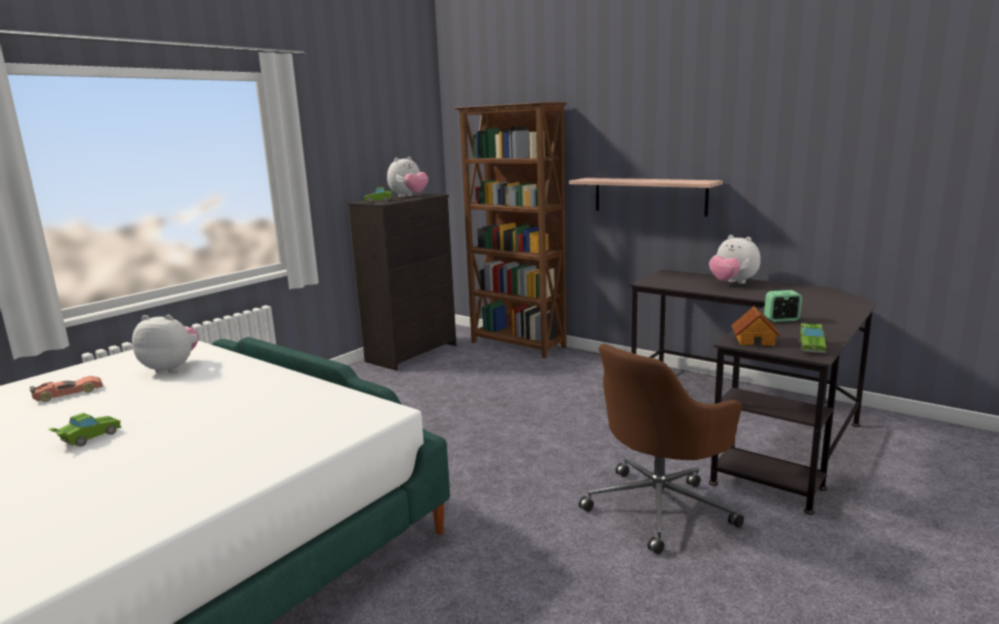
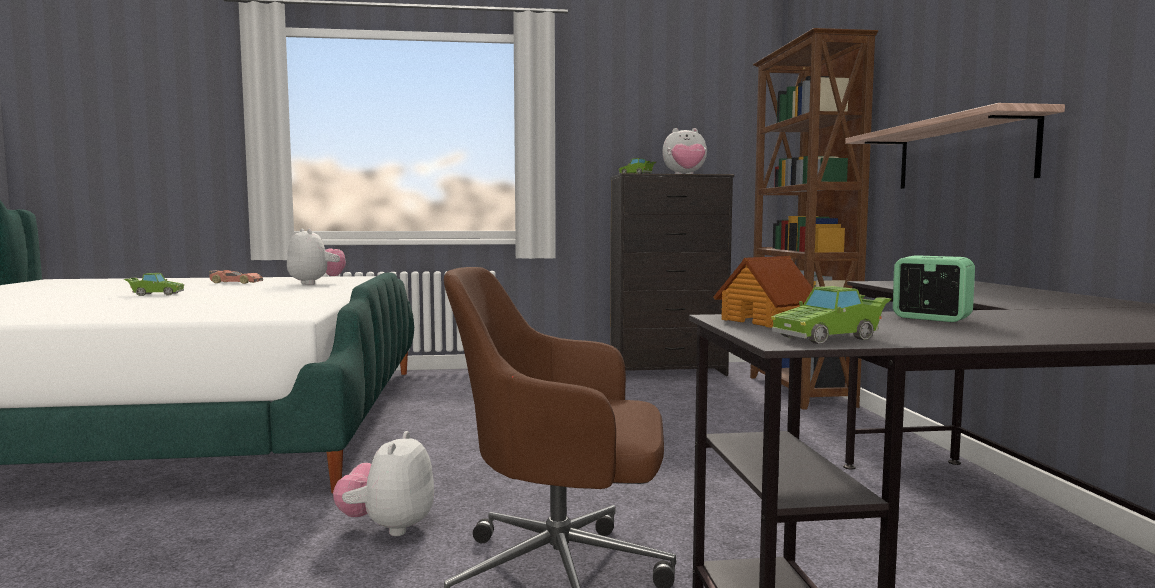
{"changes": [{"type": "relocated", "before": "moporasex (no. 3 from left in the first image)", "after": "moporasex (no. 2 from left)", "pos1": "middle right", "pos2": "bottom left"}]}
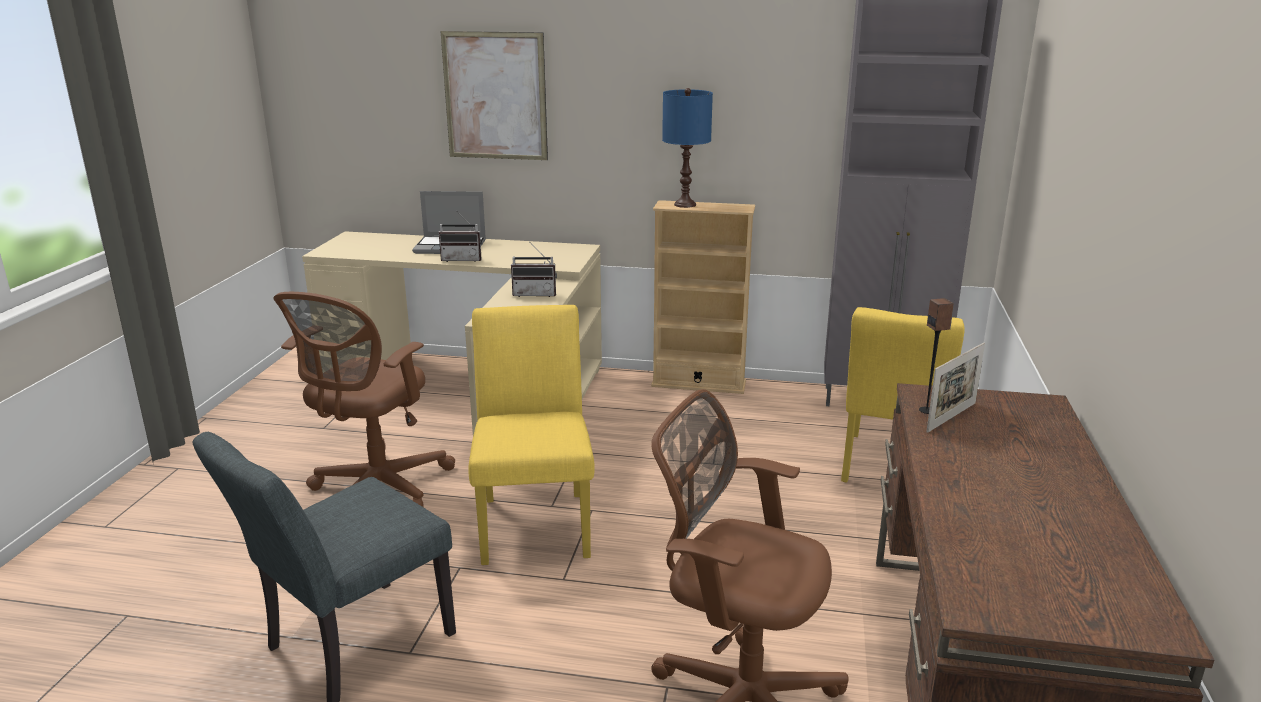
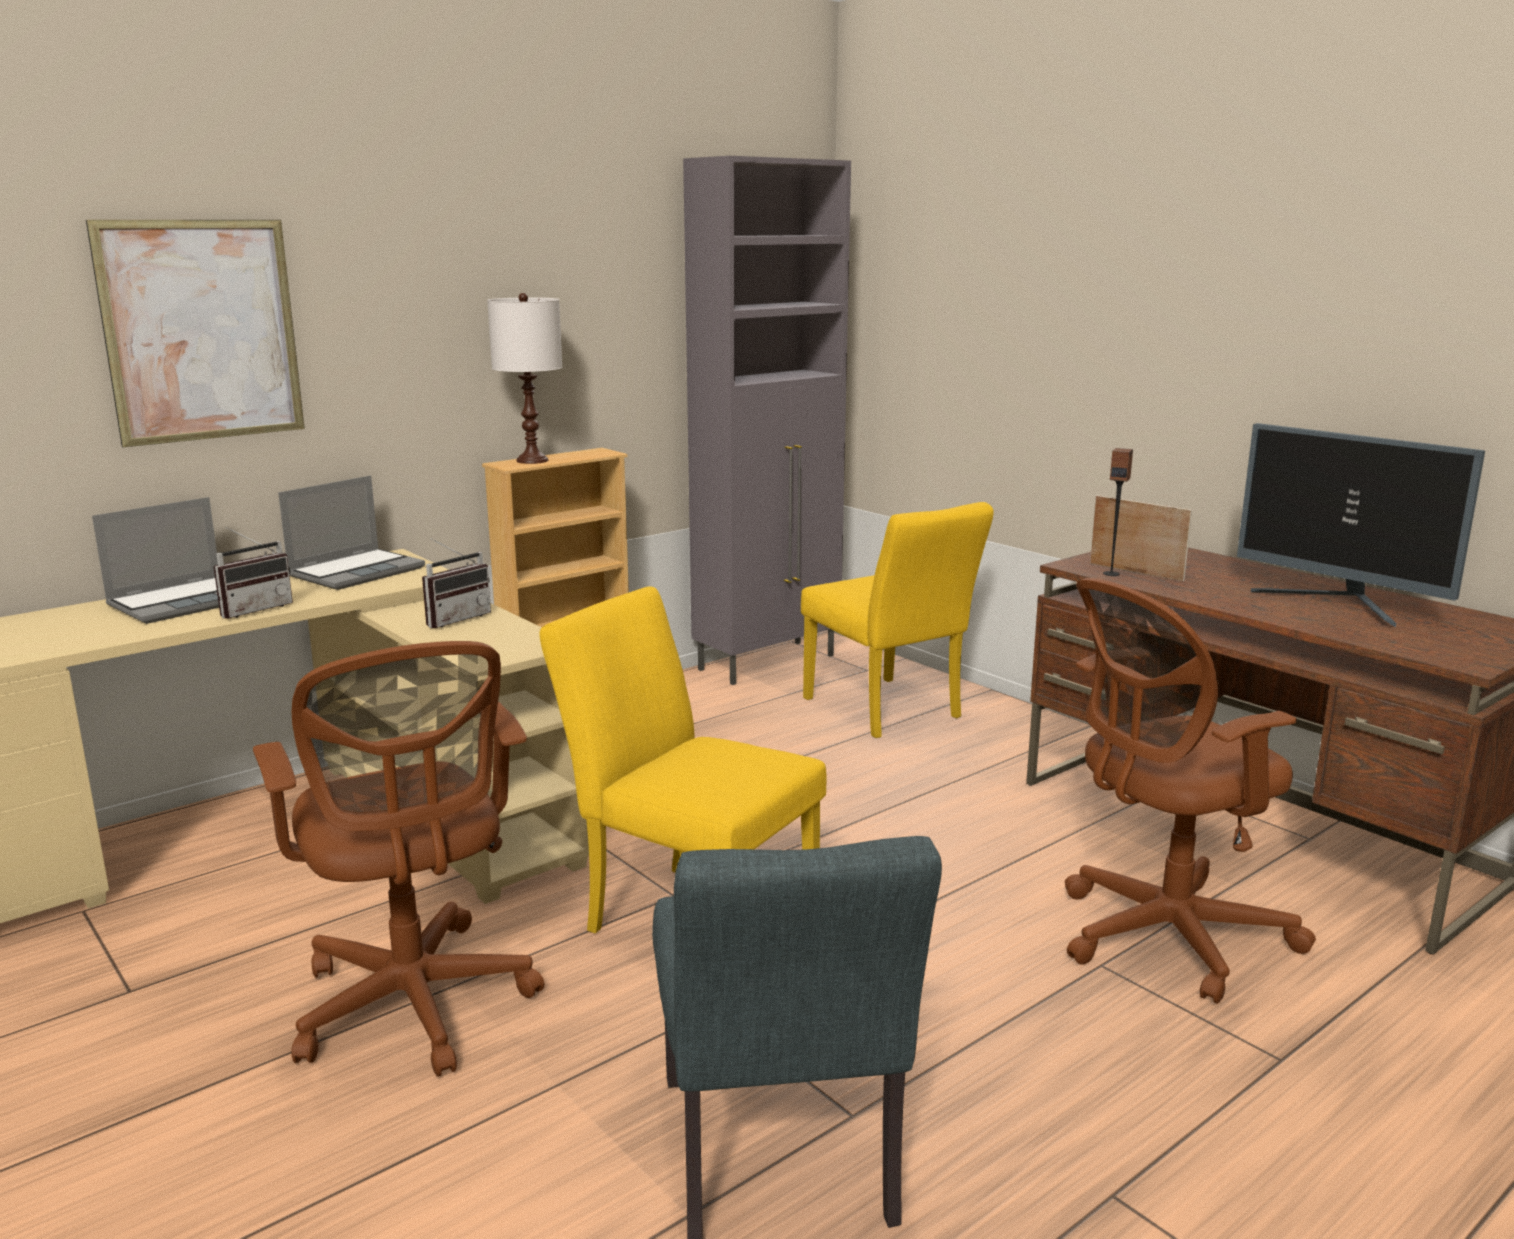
{"changes": [{"type": "colour", "before": "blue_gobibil", "after": "white_gobibil", "pos1": "top centre", "pos2": "top centre"}, {"type": "spun", "before": "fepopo", "pos1": "middle right", "pos2": "middle right", "turn": -45}, {"type": "appeared", "after": "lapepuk (no. 2 from left)", "pos2": "middle left"}, {"type": "appeared", "after": "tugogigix", "pos2": "middle right"}]}
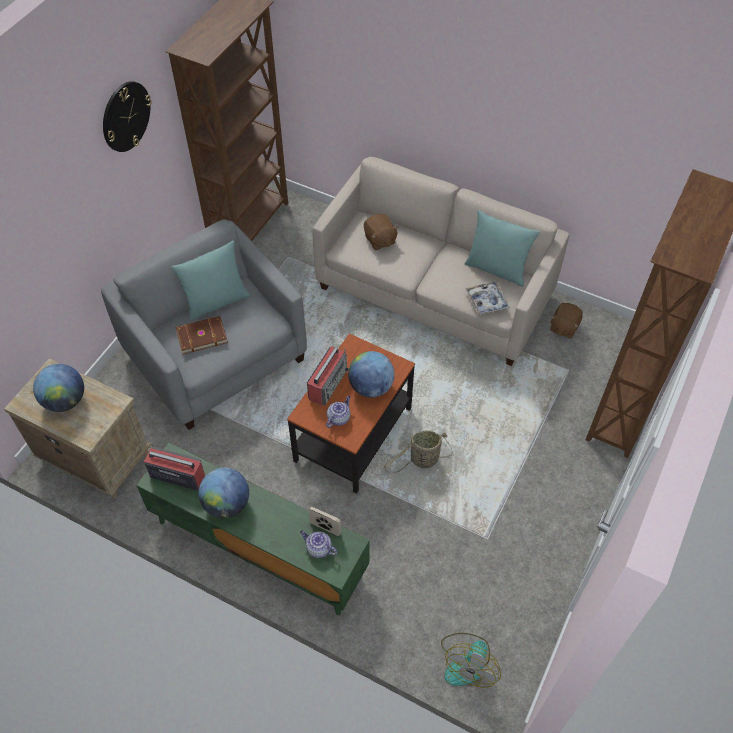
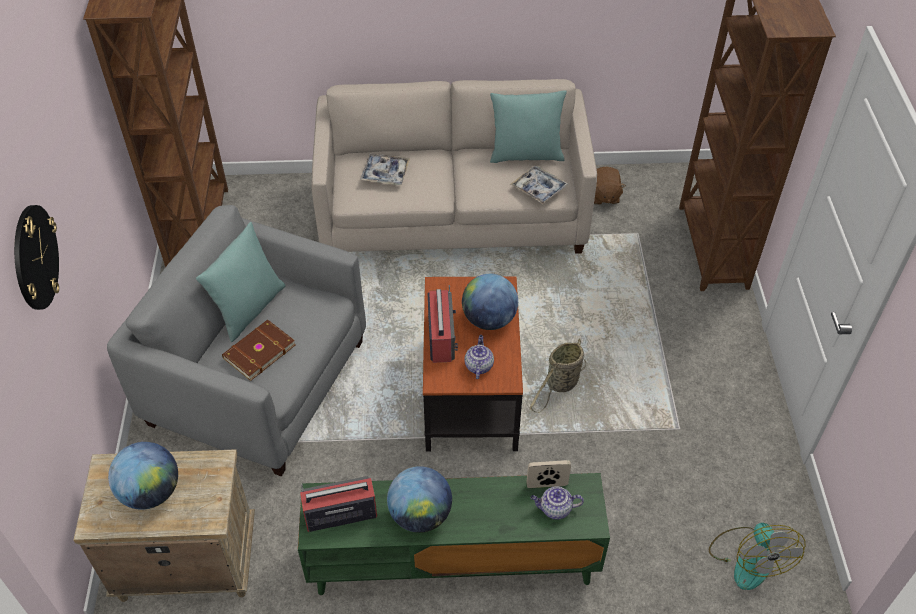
{"changes": [{"type": "relocated", "before": "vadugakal", "pos1": "top left", "pos2": "middle left"}, {"type": "exchanged", "before": "brown_moporasex (no. 1 from left)", "after": "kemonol (no. 1 from left)", "pos1": "top centre", "pos2": "top centre"}]}
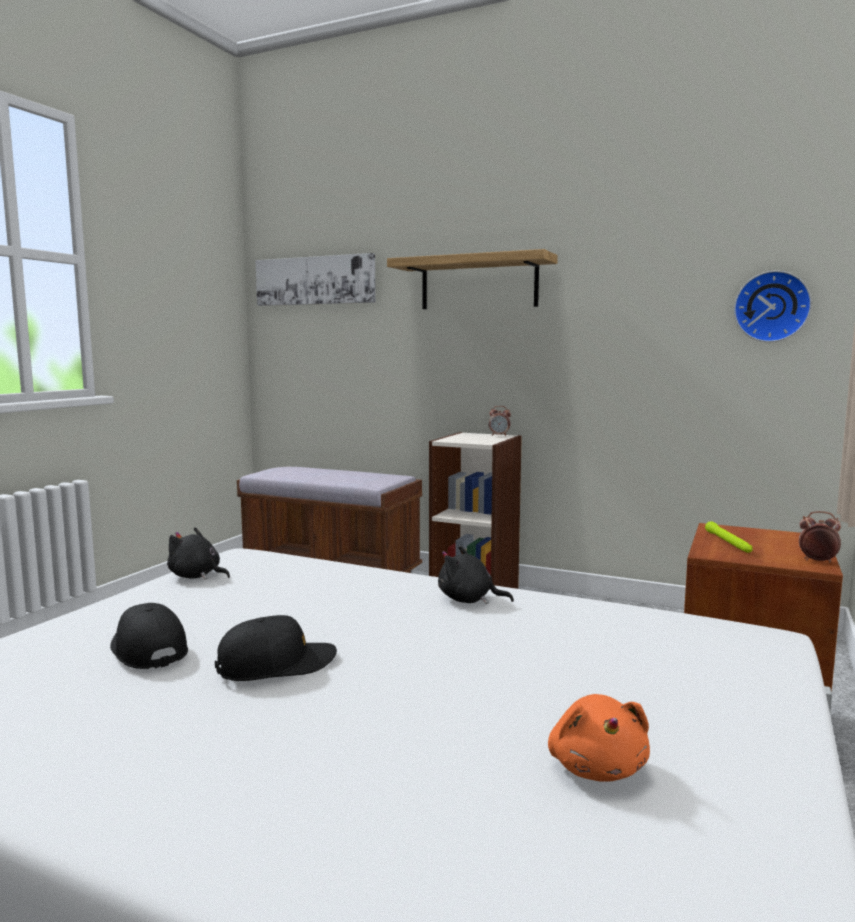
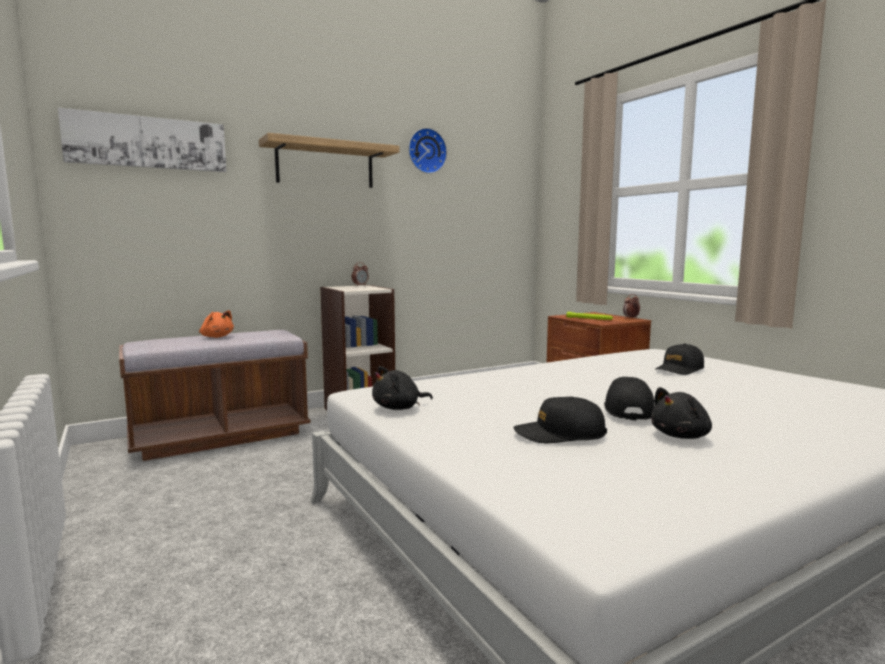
{"changes": [{"type": "relocated", "before": "black_moporasex (no. 2 from left)", "pos1": "centre", "pos2": "middle right"}, {"type": "relocated", "before": "orange_moporasex", "pos1": "bottom right", "pos2": "middle left"}, {"type": "relocated", "before": "vadugakal", "pos1": "top right", "pos2": "top centre"}, {"type": "appeared", "after": "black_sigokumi (no. 3 from left)", "pos2": "middle right"}]}
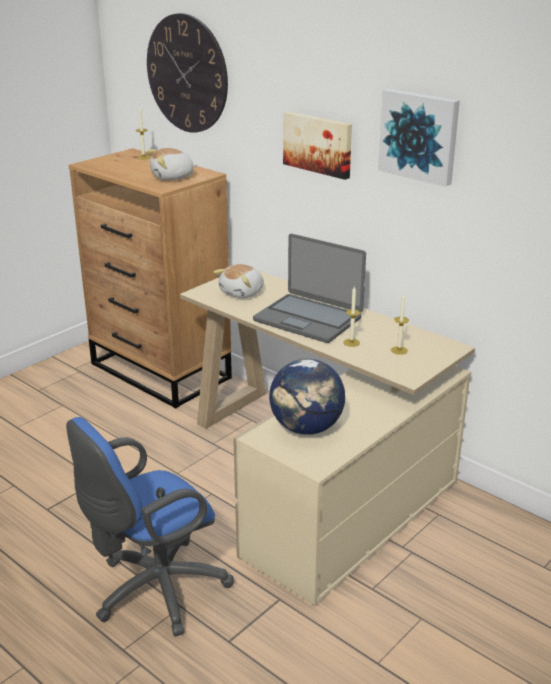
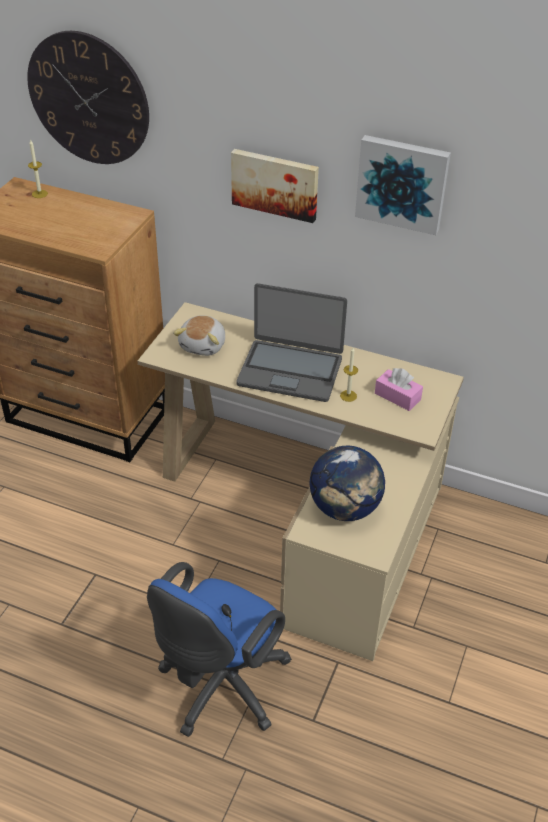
{"changes": [{"type": "missing", "before": "moporasex (no. 1 from left)", "pos1": "top left"}, {"type": "exchanged", "before": "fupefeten (no. 3 from left)", "after": "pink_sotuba", "pos1": "middle right", "pos2": "middle right"}]}
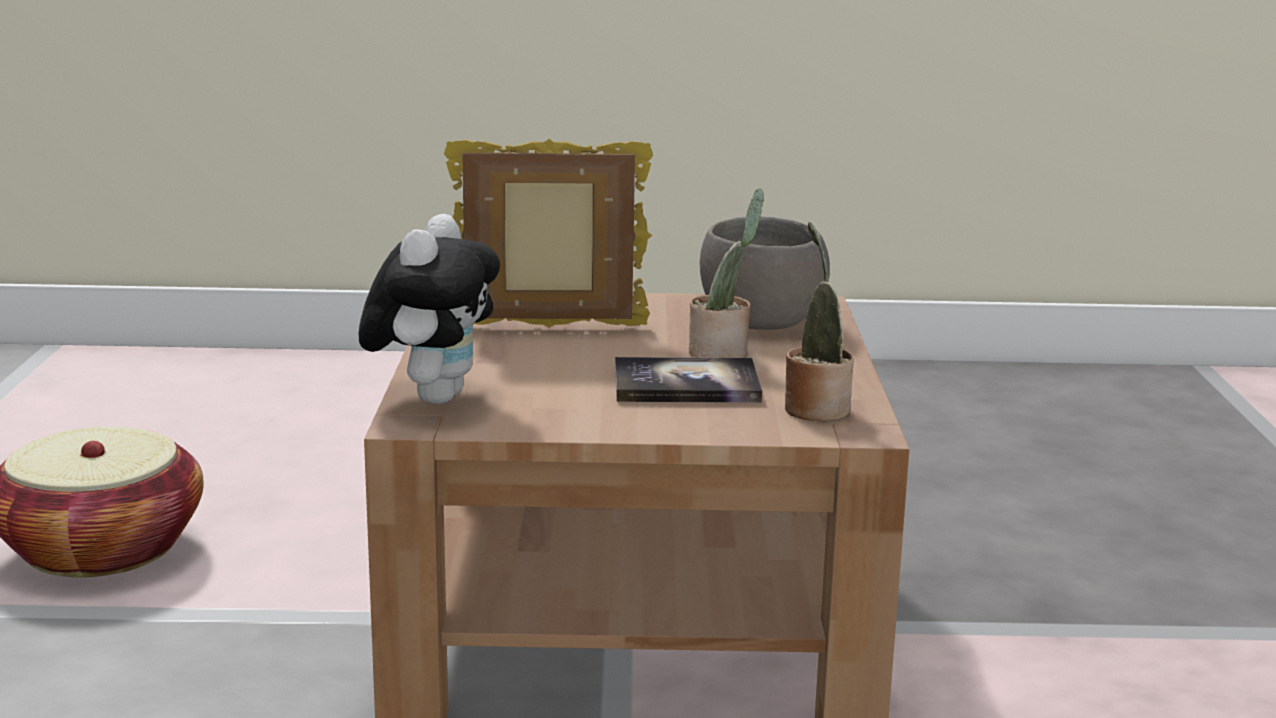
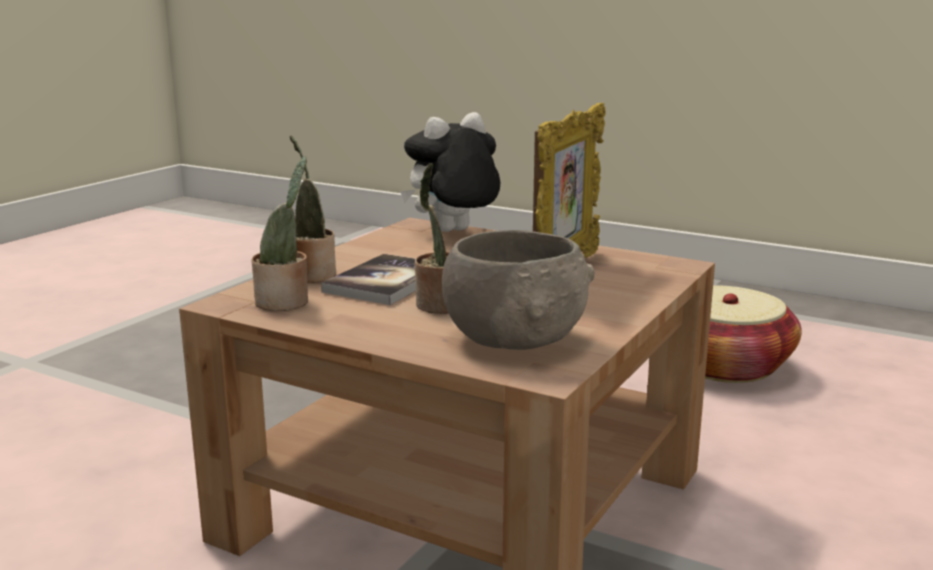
{"changes": [{"type": "spun", "before": "moporasex", "pos1": "centre", "pos2": "top centre", "turn": 105}, {"type": "appeared", "after": "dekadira (no. 2 from left)", "pos2": "centre"}]}
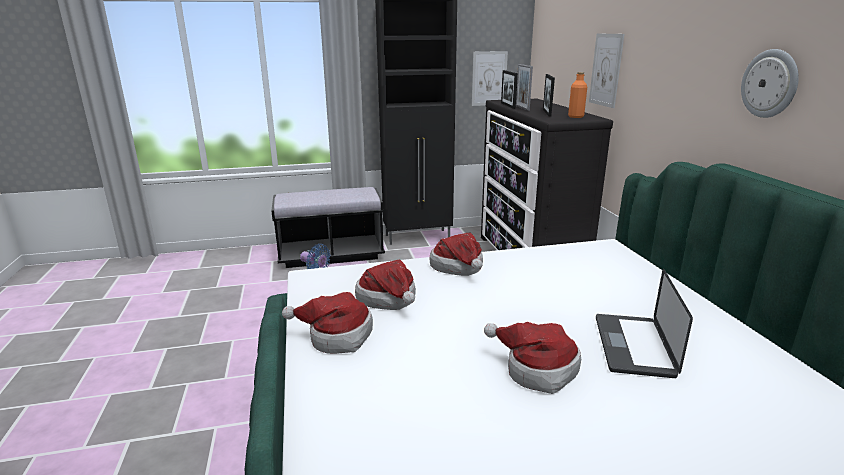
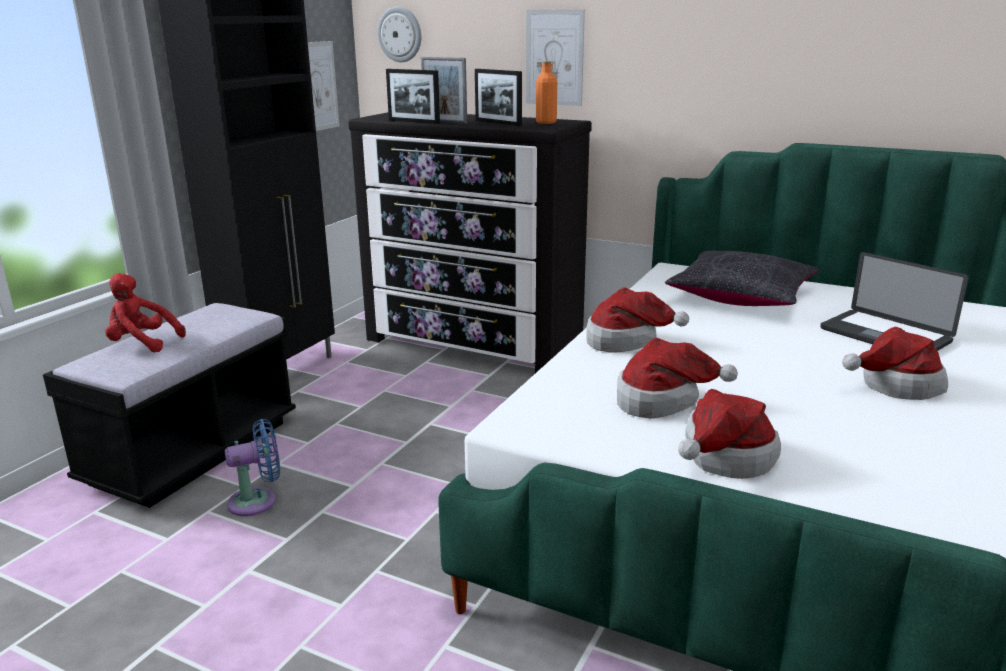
{"changes": [{"type": "relocated", "before": "vadugakal", "pos1": "top right", "pos2": "top centre"}, {"type": "appeared", "after": "red_moporasex", "pos2": "middle left"}, {"type": "appeared", "after": "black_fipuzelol", "pos2": "middle right"}]}
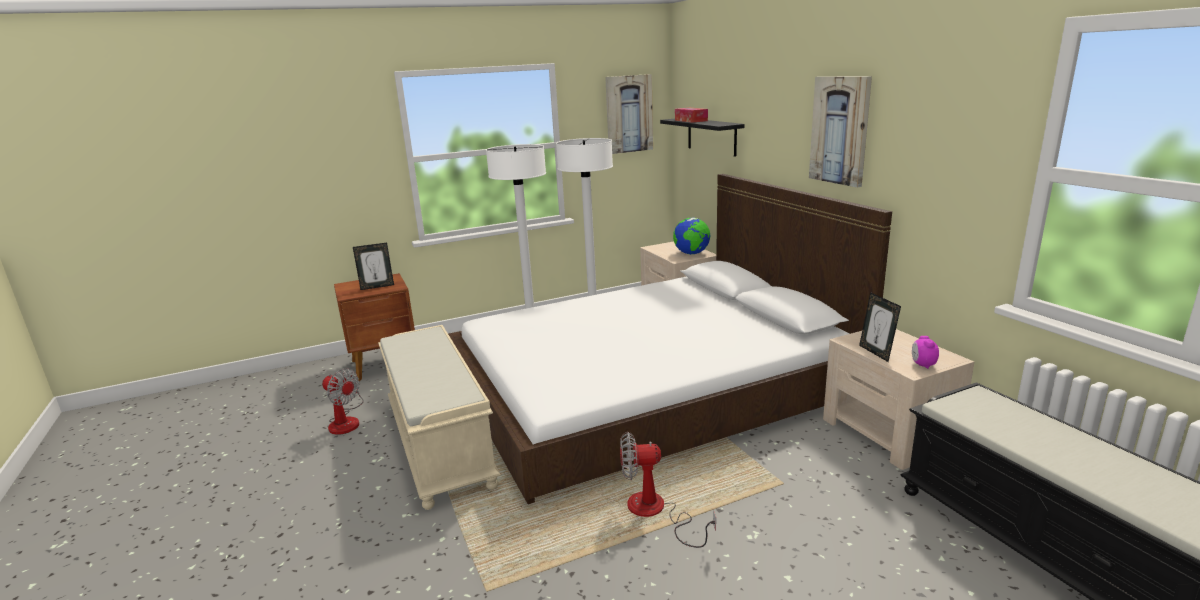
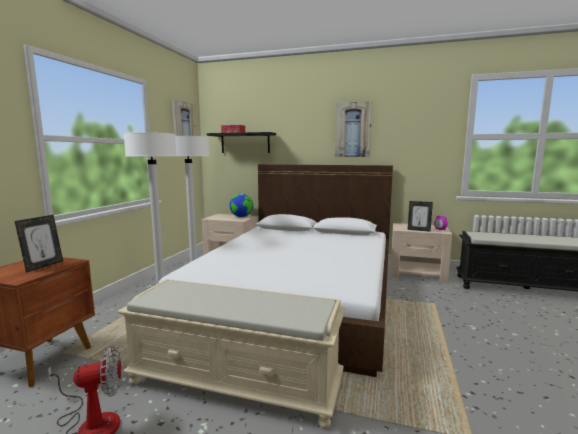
{"changes": [{"type": "missing", "before": "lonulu (no. 2 from left)", "pos1": "bottom centre"}]}
